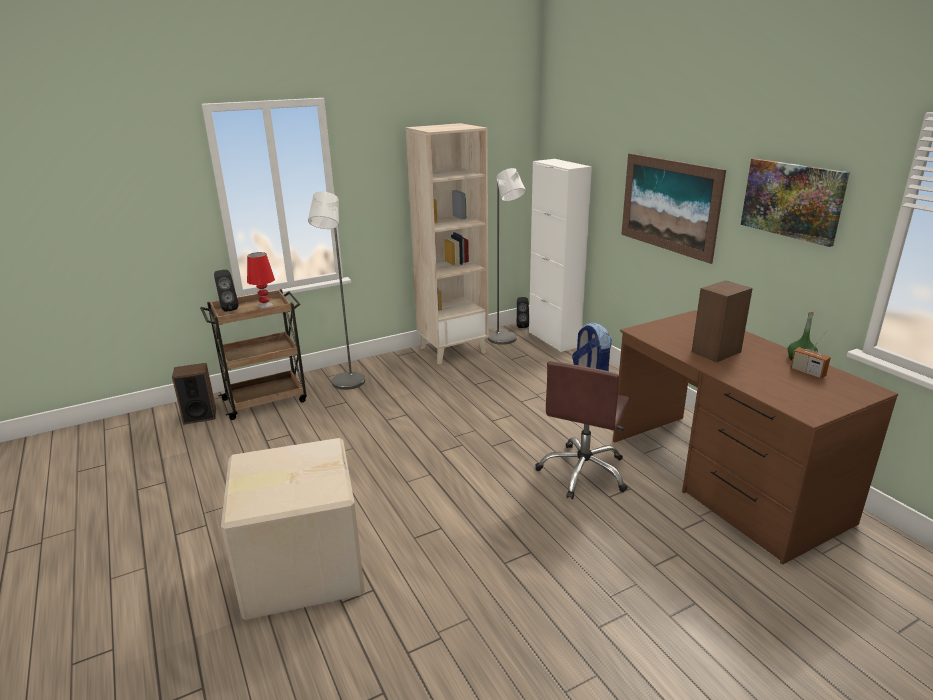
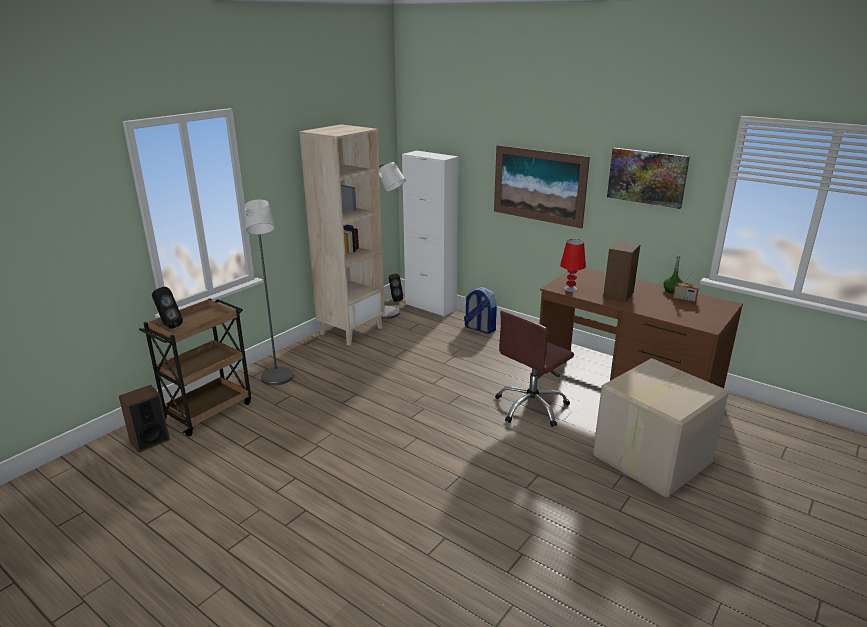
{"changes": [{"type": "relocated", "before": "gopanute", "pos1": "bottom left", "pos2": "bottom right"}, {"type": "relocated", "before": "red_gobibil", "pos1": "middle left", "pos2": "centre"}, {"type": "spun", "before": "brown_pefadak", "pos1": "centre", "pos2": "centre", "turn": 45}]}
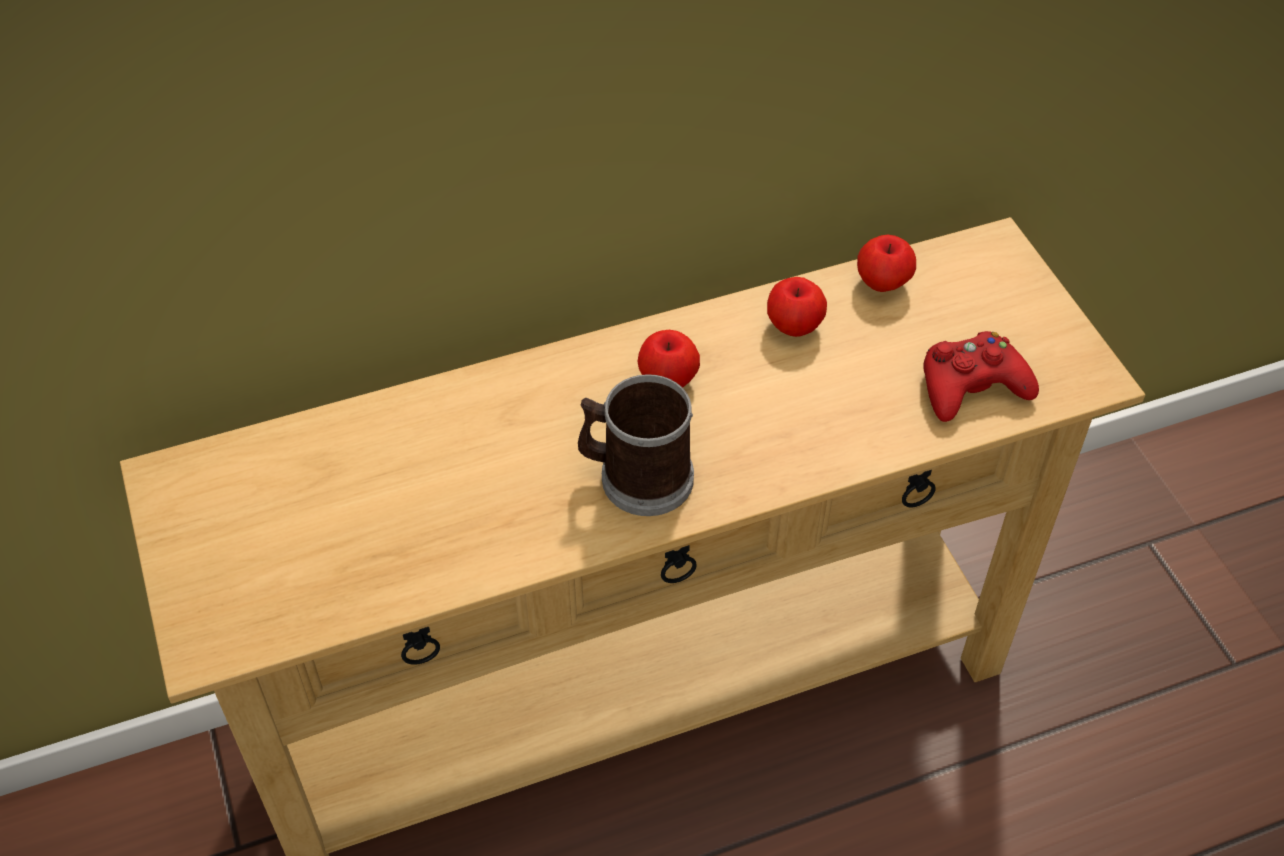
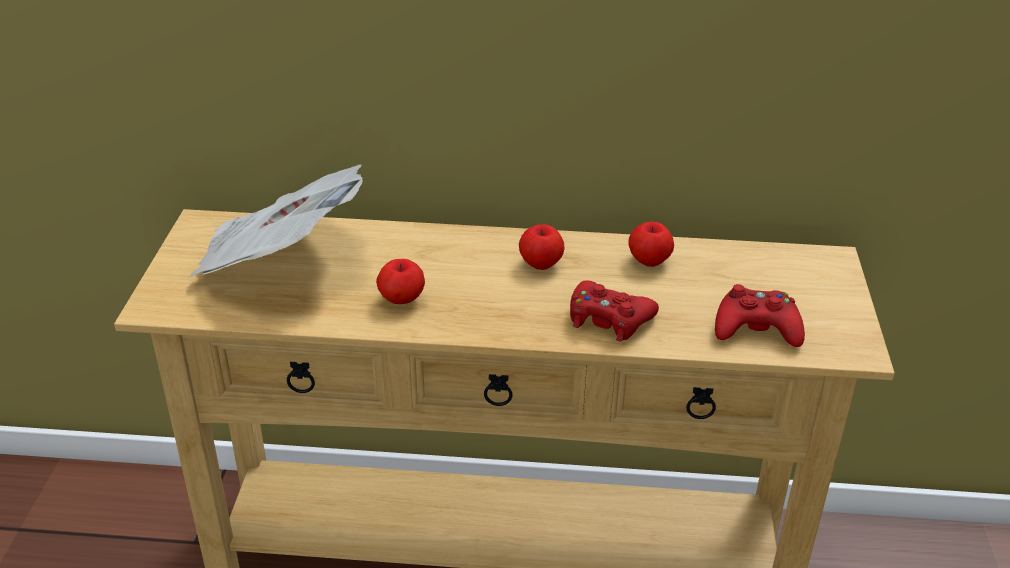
{"changes": [{"type": "missing", "before": "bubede", "pos1": "centre"}, {"type": "relocated", "before": "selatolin (no. 3 from left in the first image)", "after": "selatolin (no. 1 from left)", "pos1": "top right", "pos2": "centre"}, {"type": "appeared", "after": "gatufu", "pos2": "middle left"}, {"type": "appeared", "after": "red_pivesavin (no. 1 from left)", "pos2": "centre"}]}
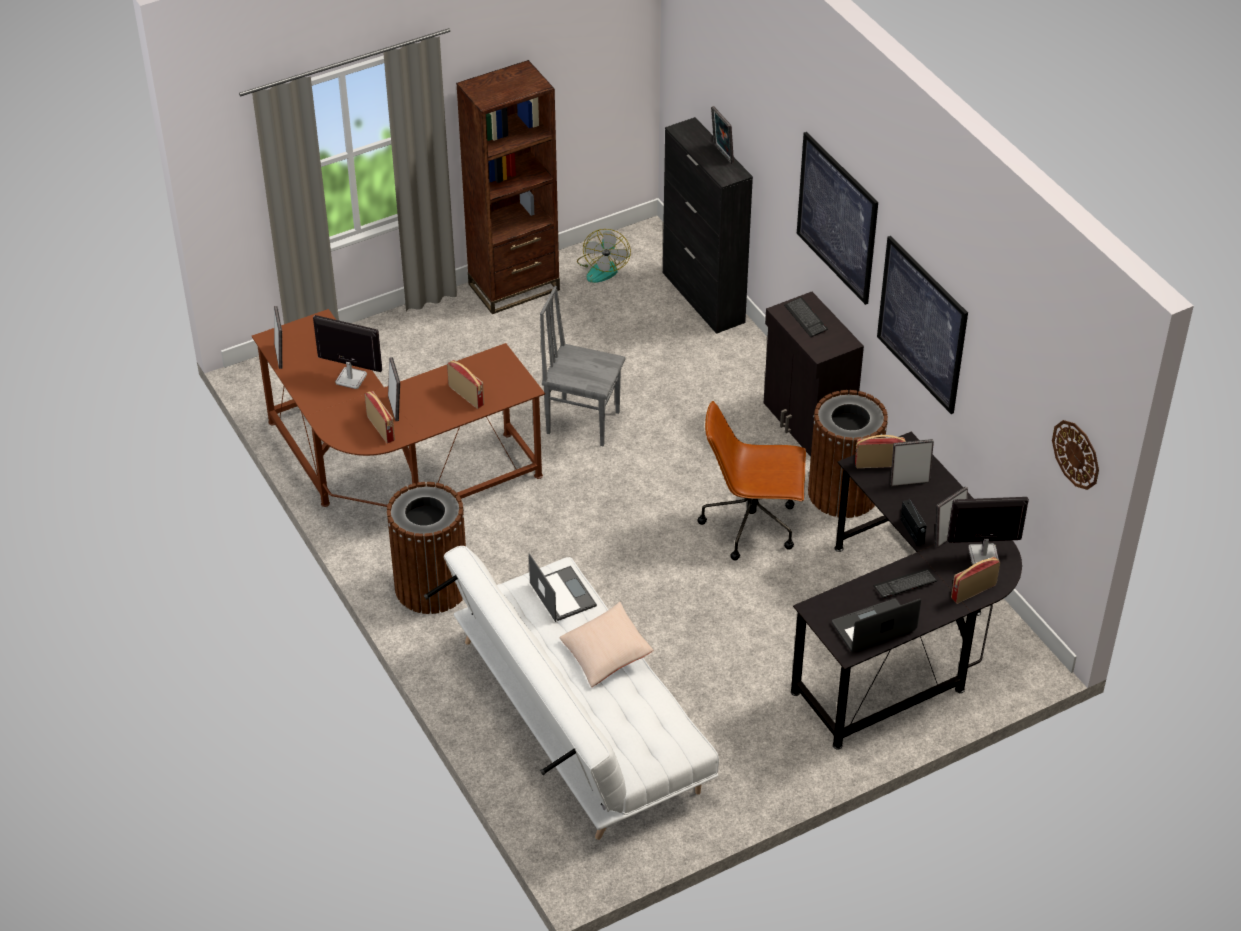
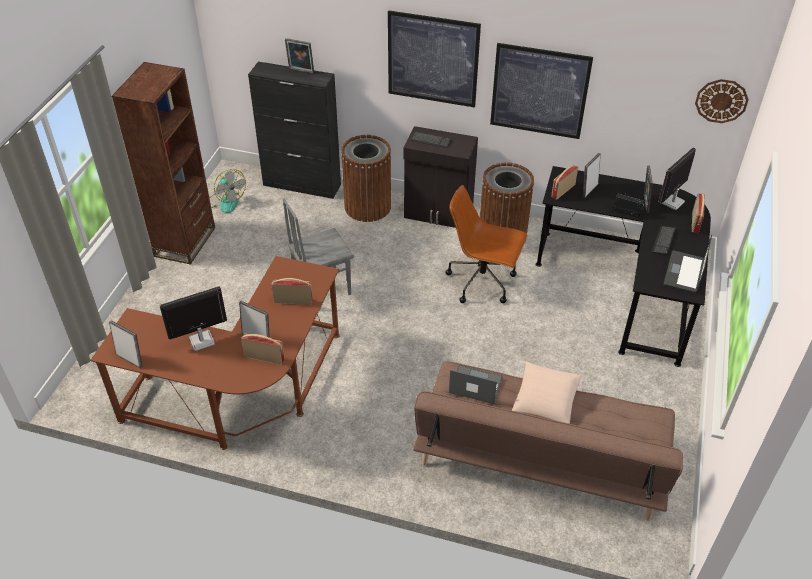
{"changes": [{"type": "relocated", "before": "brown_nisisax (no. 1 from left)", "pos1": "centre", "pos2": "top centre"}, {"type": "colour", "before": "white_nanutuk", "after": "brown_nanutuk", "pos1": "bottom centre", "pos2": "bottom right"}, {"type": "spun", "before": "brown_pefadak", "pos1": "centre", "pos2": "centre", "turn": 60}]}
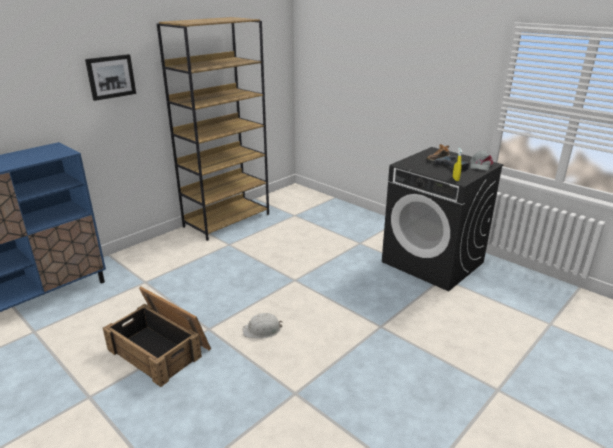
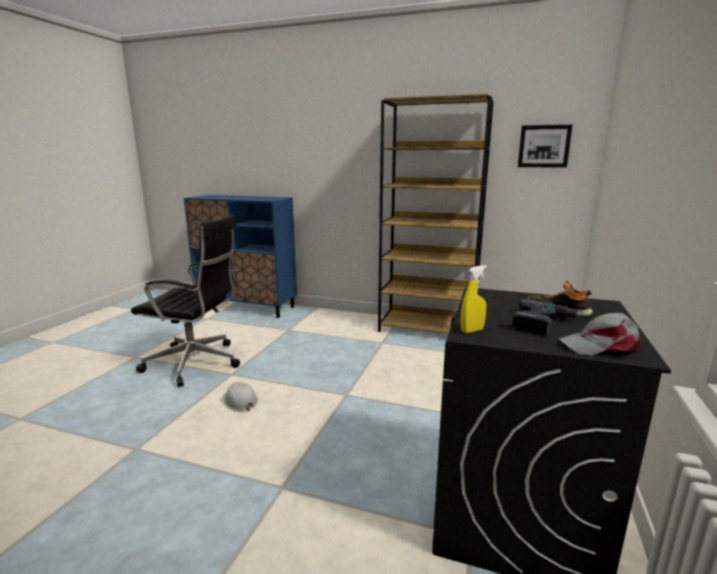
{"changes": [{"type": "relocated", "before": "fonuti", "pos1": "top left", "pos2": "top right"}, {"type": "exchanged", "before": "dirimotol", "after": "black_pefadak", "pos1": "bottom left", "pos2": "middle left"}]}
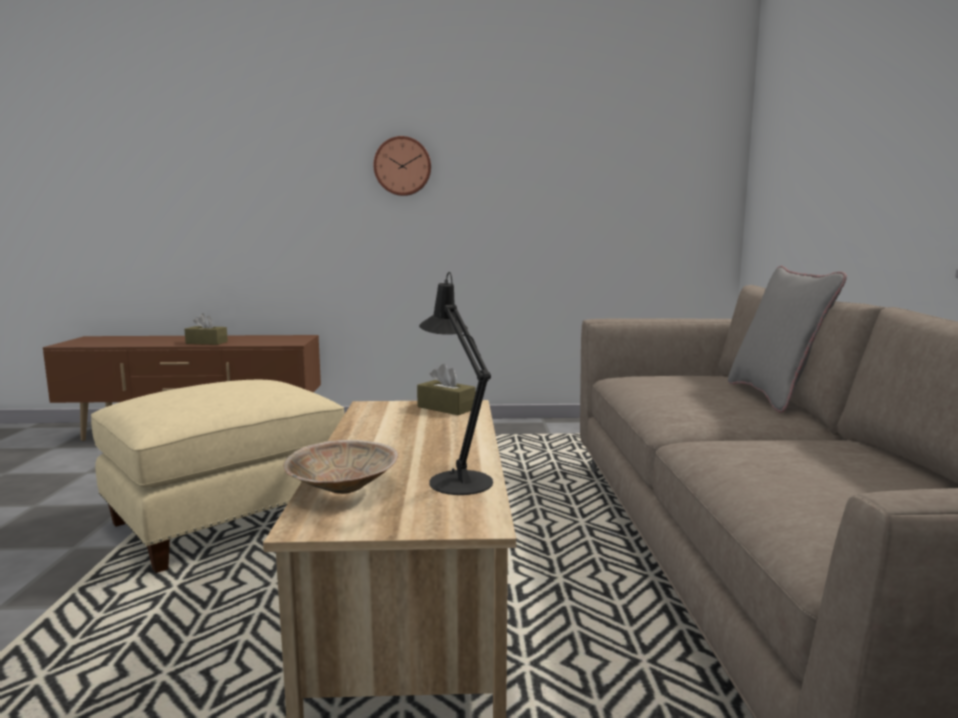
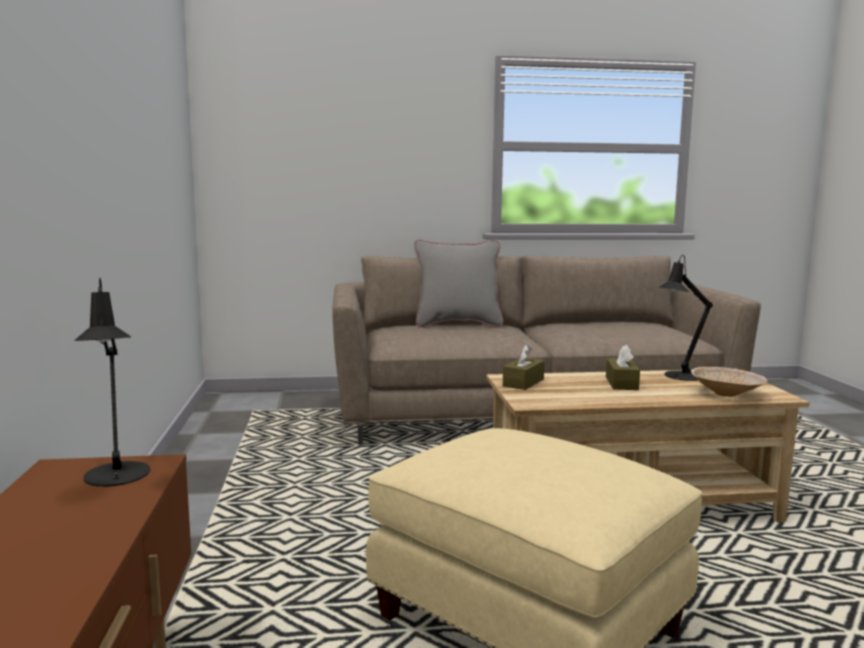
{"changes": [{"type": "relocated", "before": "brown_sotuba (no. 1 from left in the first image)", "after": "brown_sotuba (no. 2 from left)", "pos1": "middle left", "pos2": "middle right"}, {"type": "missing", "before": "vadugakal", "pos1": "top centre"}, {"type": "appeared", "after": "black_gobibil (no. 1 from left)", "pos2": "middle left"}]}
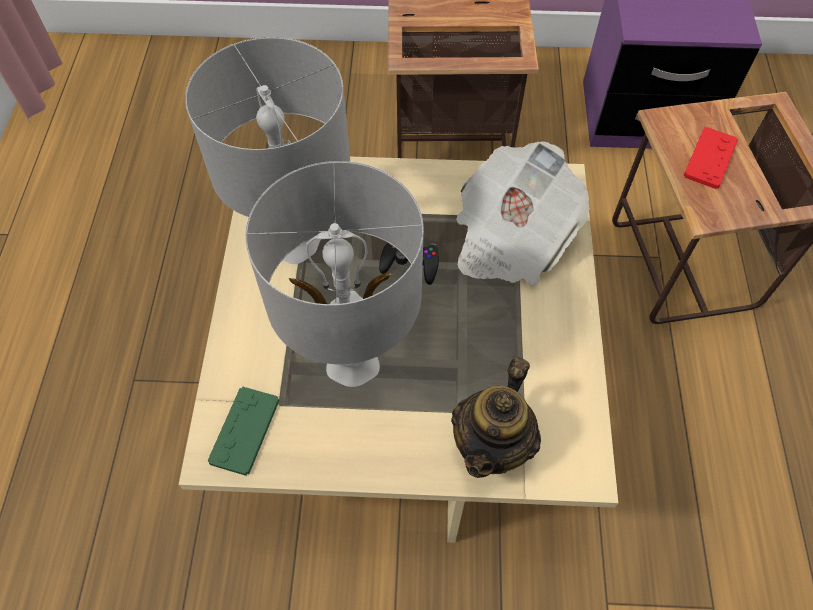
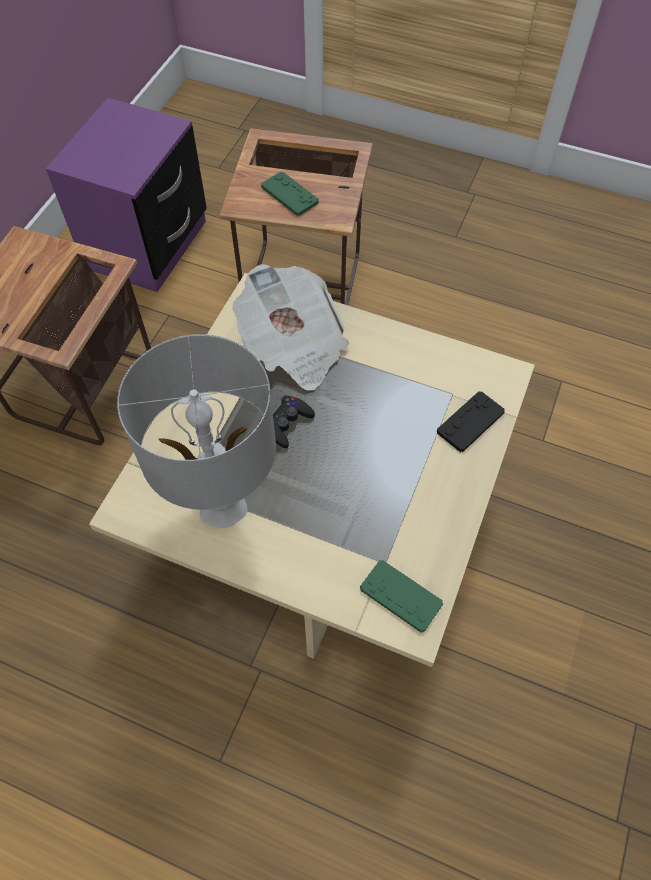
{"changes": [{"type": "missing", "before": "grey_gobibil (no. 2 from left)", "pos1": "centre"}, {"type": "exchanged", "before": "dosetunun", "after": "black_pivesavin (no. 2 from left)", "pos1": "bottom centre", "pos2": "middle right"}, {"type": "colour", "before": "red_pivesavin", "after": "green_pivesavin (no. 1 from left)", "pos1": "top right", "pos2": "top centre"}]}
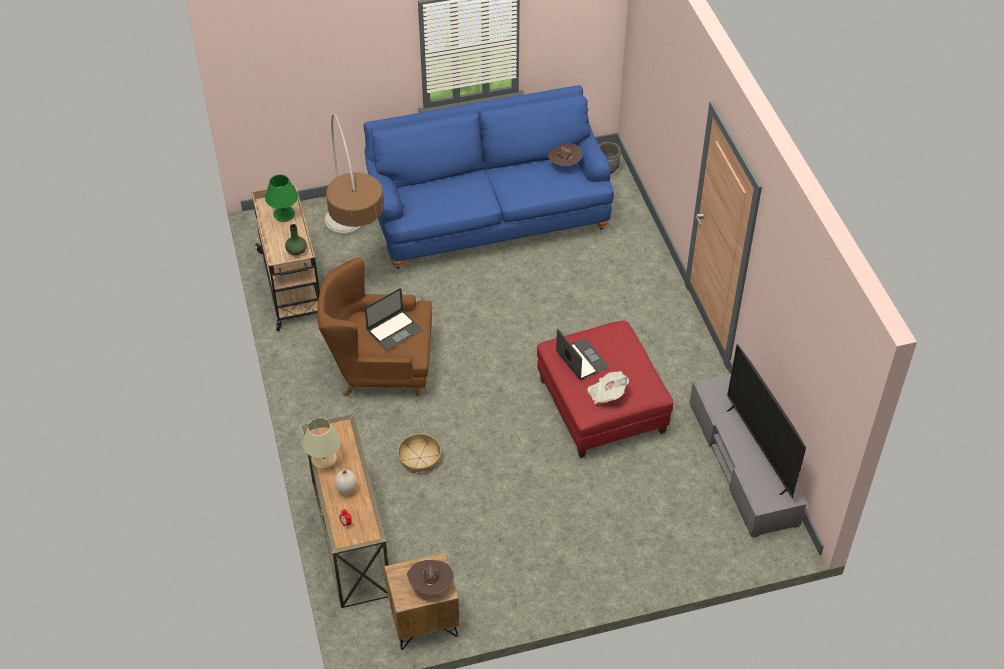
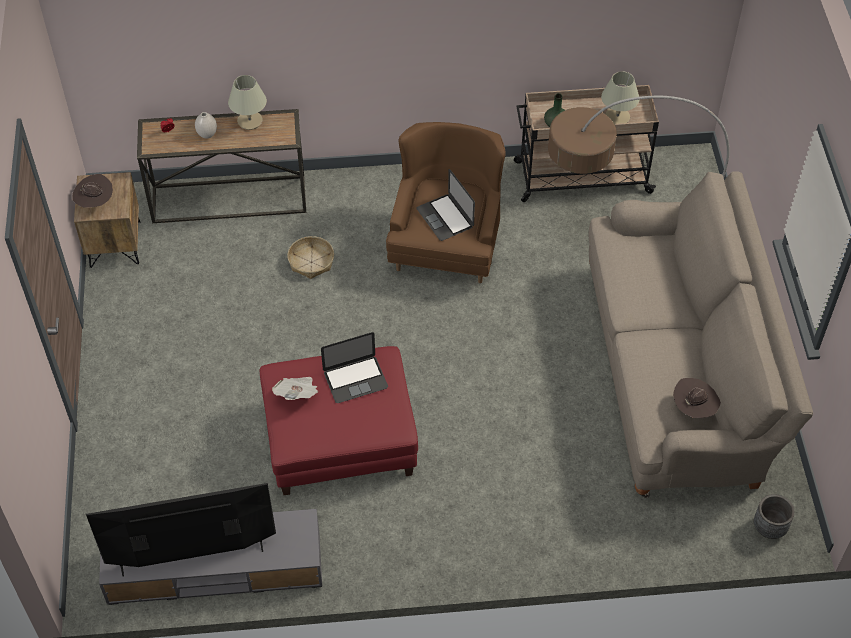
{"changes": [{"type": "colour", "before": "green_gobibil", "after": "beige_gobibil (no. 2 from left)", "pos1": "top left", "pos2": "top right"}, {"type": "colour", "before": "blue_nanutuk", "after": "beige_nanutuk", "pos1": "top centre", "pos2": "middle right"}]}
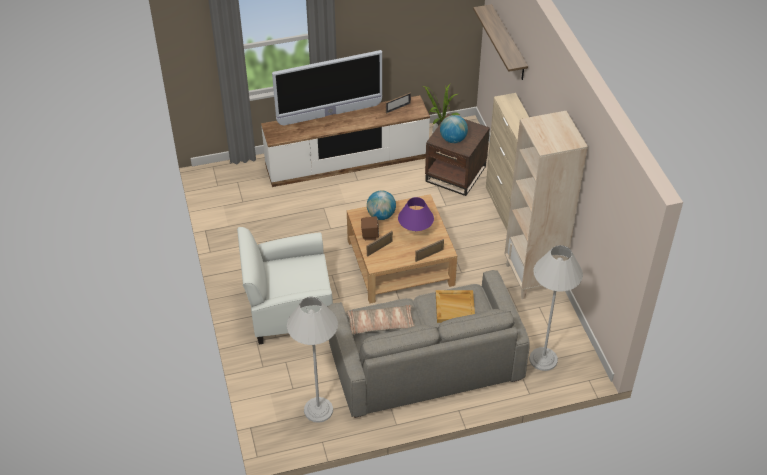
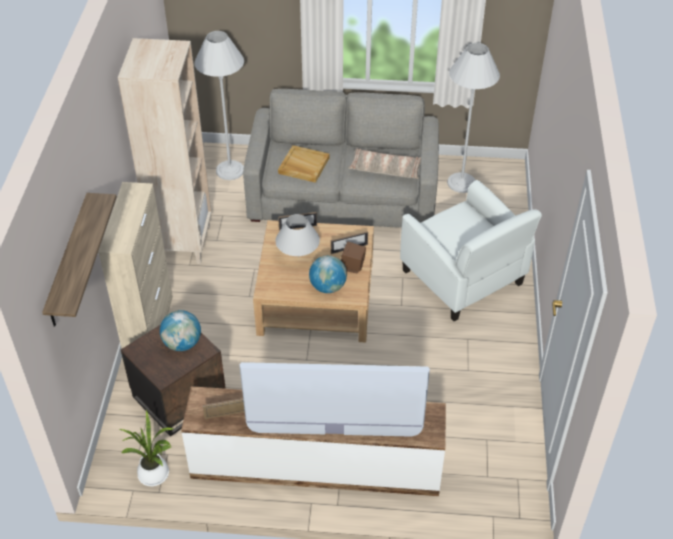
{"changes": [{"type": "spun", "before": "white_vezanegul", "pos1": "centre", "pos2": "middle right", "turn": 45}, {"type": "colour", "before": "purple_gobibil", "after": "white_gobibil", "pos1": "centre", "pos2": "centre"}]}
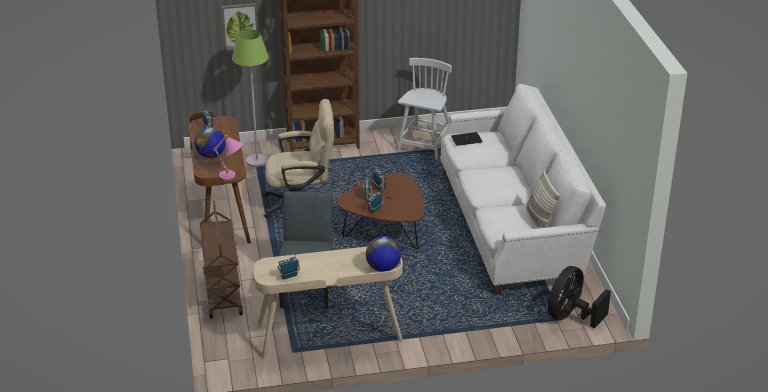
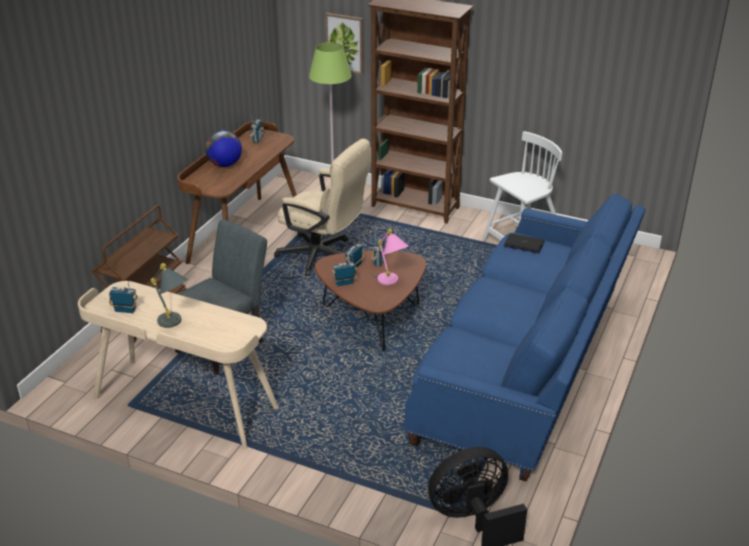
{"changes": [{"type": "relocated", "before": "pink_gobibil", "pos1": "middle left", "pos2": "centre"}, {"type": "missing", "before": "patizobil (no. 2 from left)", "pos1": "centre"}, {"type": "colour", "before": "white_nanutuk", "after": "blue_nanutuk", "pos1": "middle right", "pos2": "middle right"}, {"type": "missing", "before": "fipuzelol", "pos1": "middle right"}, {"type": "appeared", "after": "grey_gobibil", "pos2": "middle left"}]}
